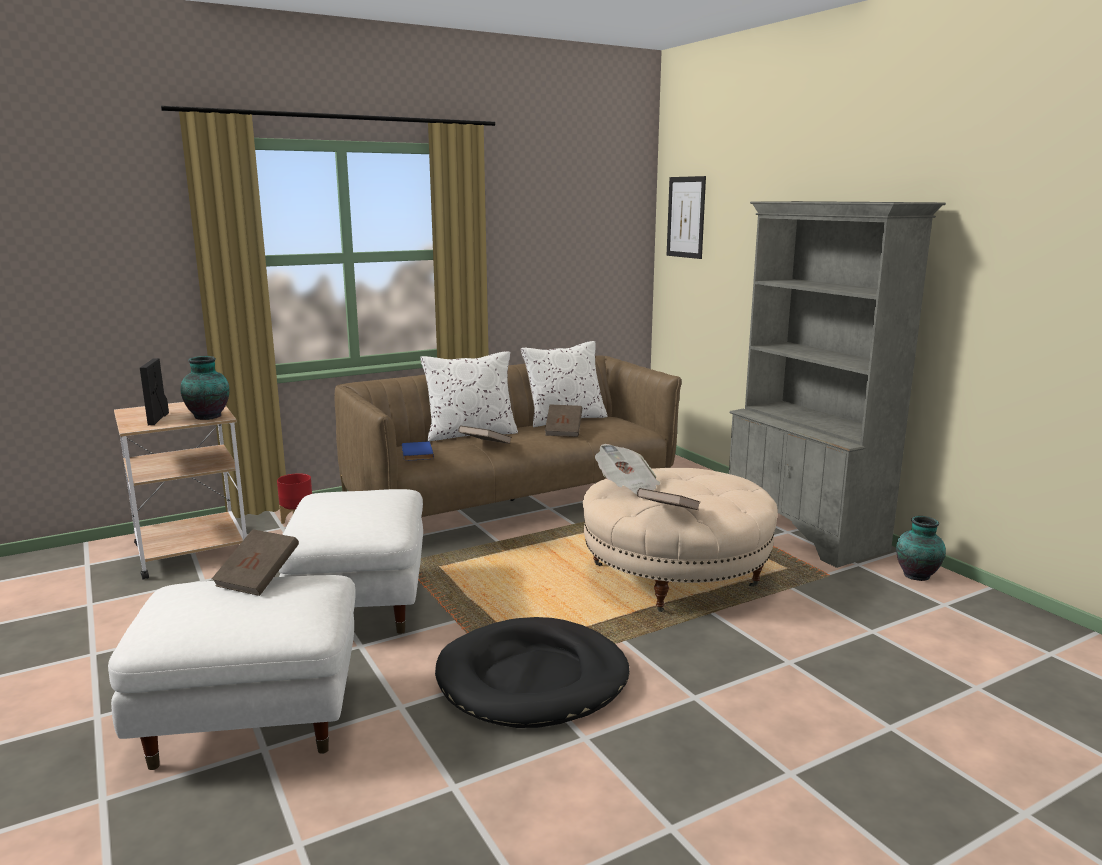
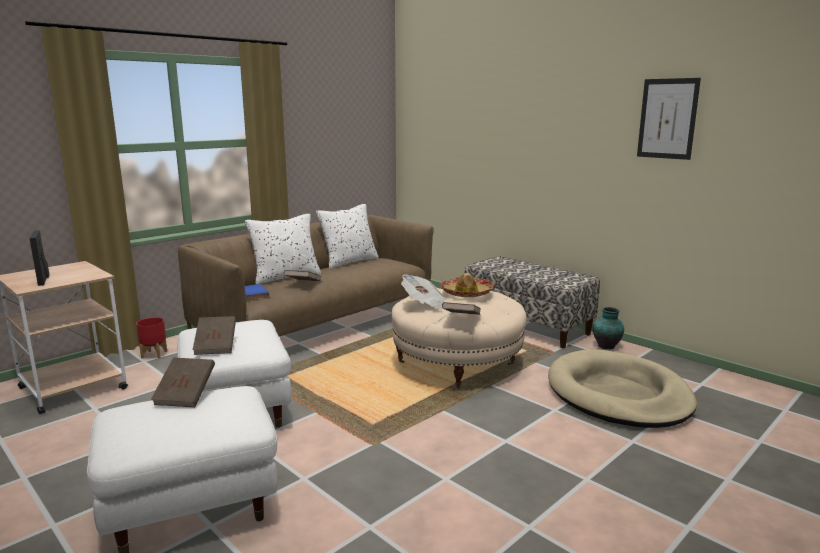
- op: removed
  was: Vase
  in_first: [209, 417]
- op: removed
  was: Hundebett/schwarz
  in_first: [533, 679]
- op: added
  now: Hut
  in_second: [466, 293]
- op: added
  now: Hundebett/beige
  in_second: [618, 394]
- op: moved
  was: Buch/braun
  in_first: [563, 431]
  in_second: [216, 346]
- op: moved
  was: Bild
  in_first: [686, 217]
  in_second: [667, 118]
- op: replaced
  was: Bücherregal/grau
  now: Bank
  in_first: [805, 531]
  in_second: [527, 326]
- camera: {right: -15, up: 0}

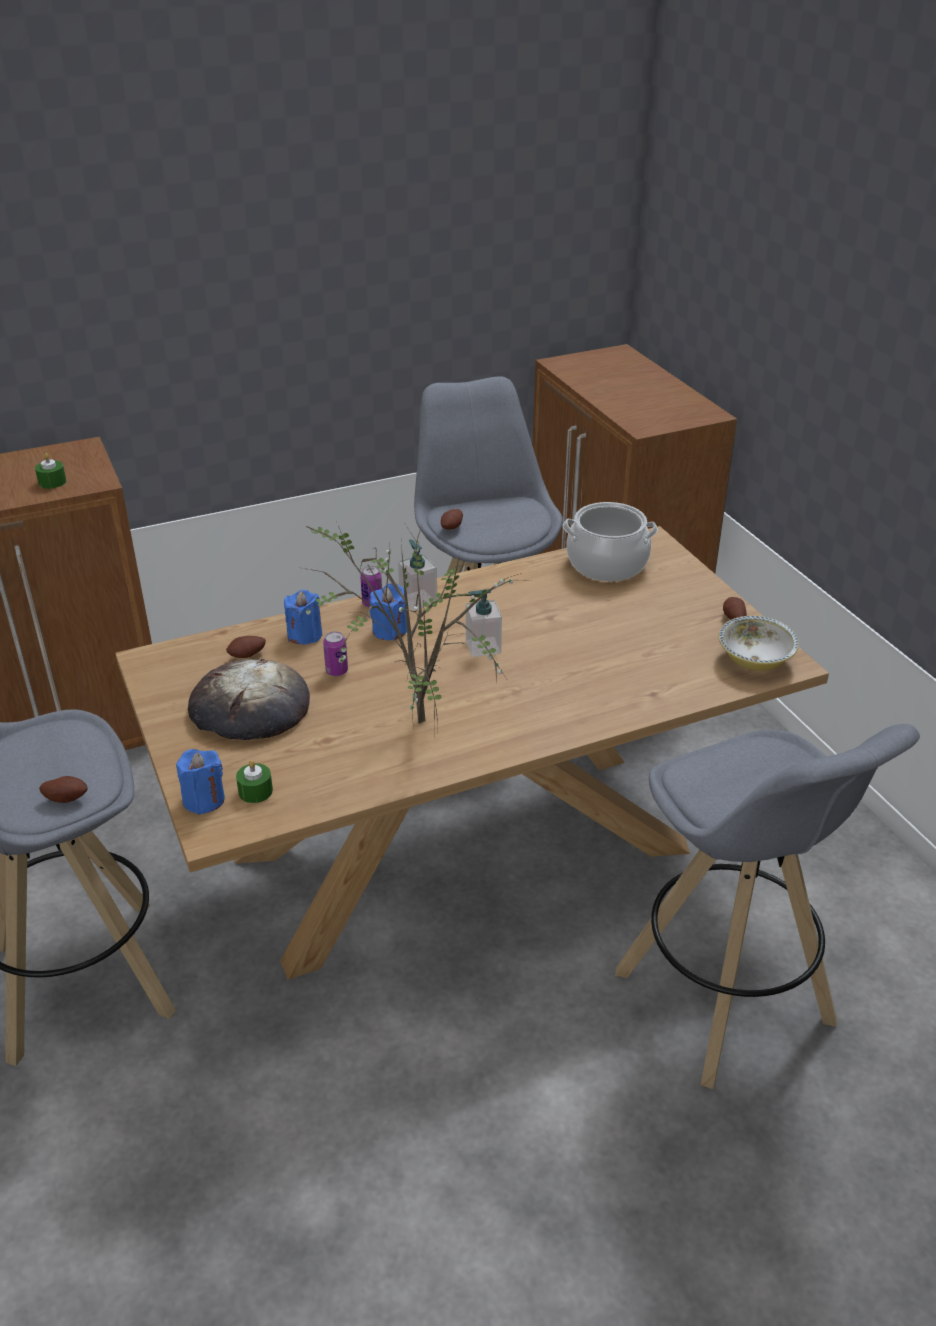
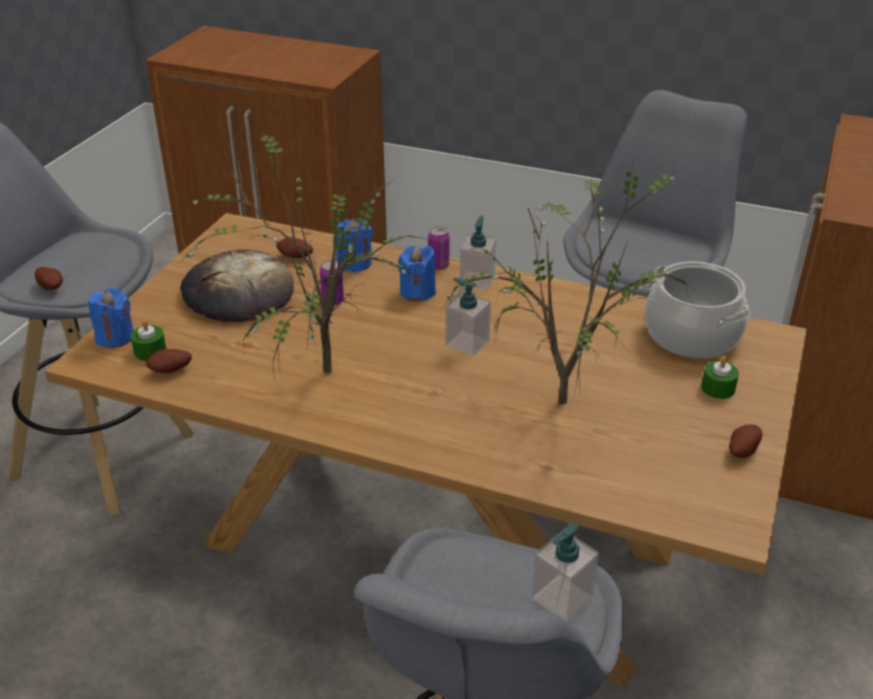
- op: removed
  was: Schüssel
  in_first: [754, 660]
- op: added
  now: Topfpflanze
  in_second: [562, 397]
- op: added
  now: Seifenspender
  in_second: [562, 598]
- op: moved
  was: Kerze/grün
  in_first: [52, 482]
  in_second: [718, 388]
- op: moved
  was: Kartoffel
  in_first: [452, 528]
  in_second: [171, 371]
- camera: {right: 45, up: 0}

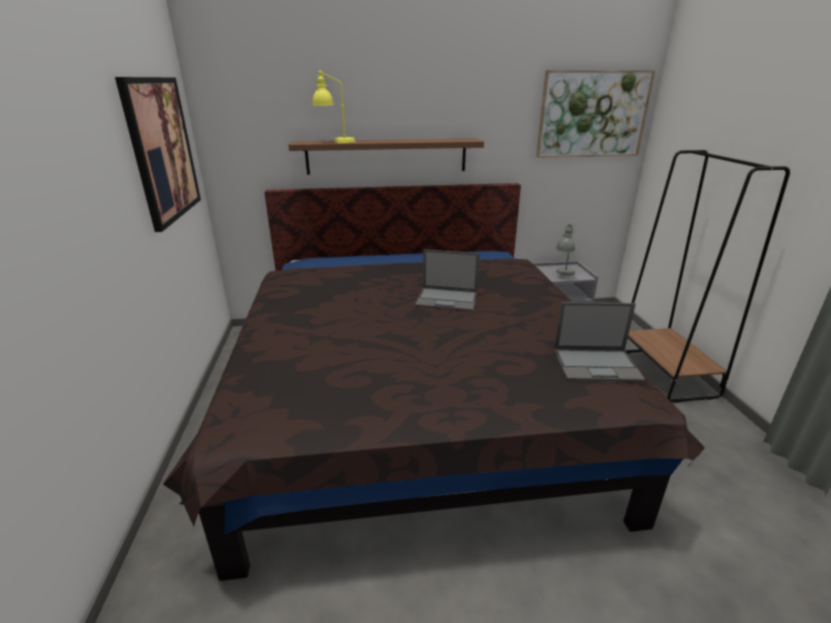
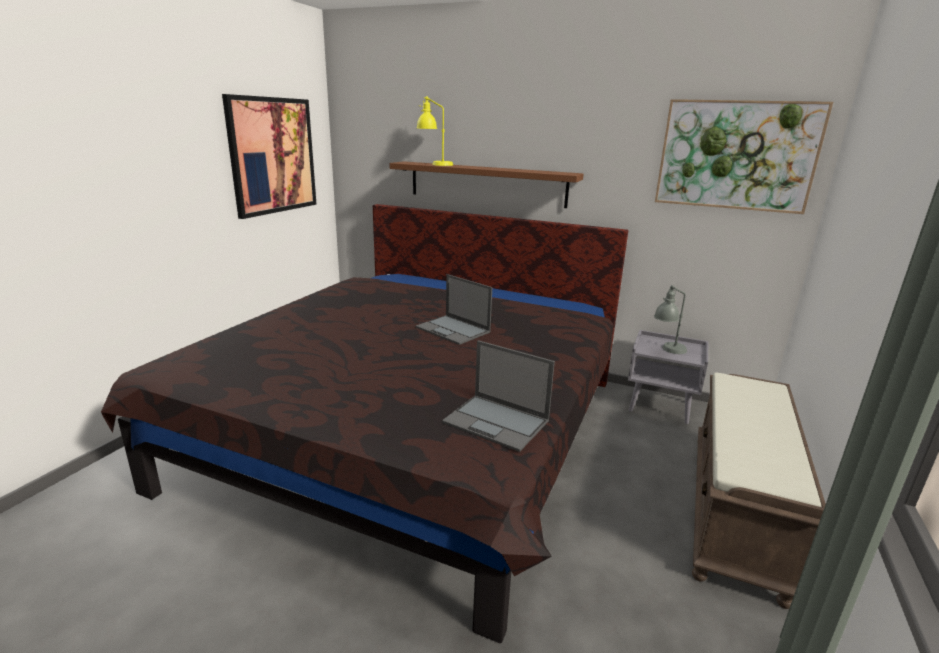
- op: replaced
  was: Kleiderständer
  now: Bank/braun
  in_first: [665, 374]
  in_second: [736, 510]
- camera: {right: 30, up: -5}

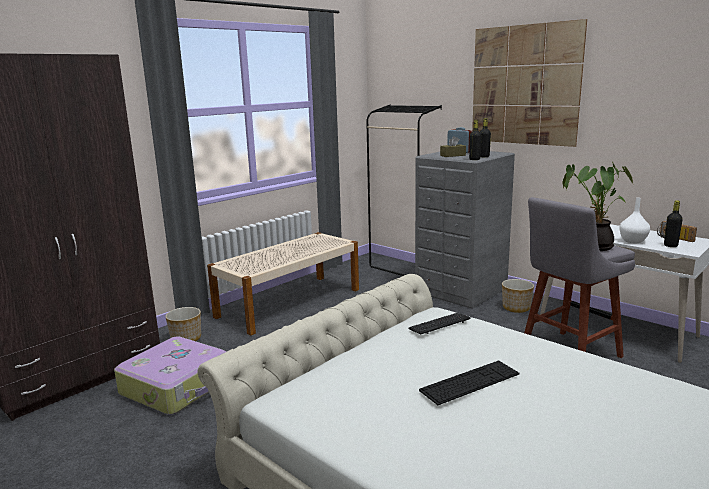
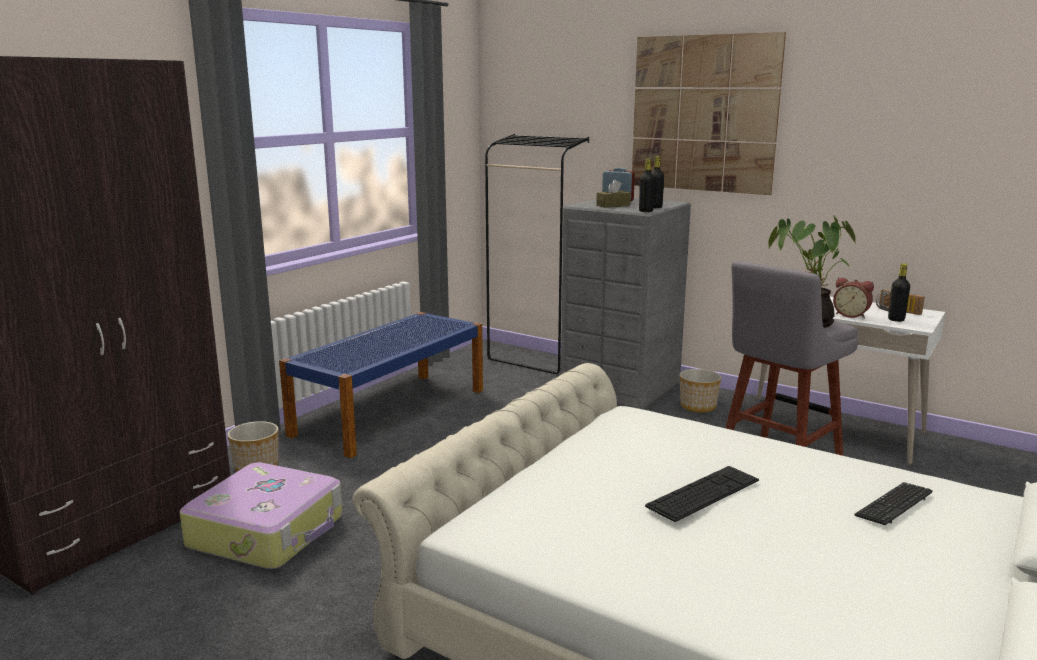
- op: moved
  was: Tastatur
  in_first: [439, 325]
  in_second: [894, 505]
- op: replaced
  was: Vase/weiß
  now: Wecker
  in_first: [633, 241]
  in_second: [851, 315]
- op: recoloured
  was: Bank/beige
  now: Bank/blau
  in_first: [289, 303]
  in_second: [390, 412]
- camera: {right: -10, up: 0}

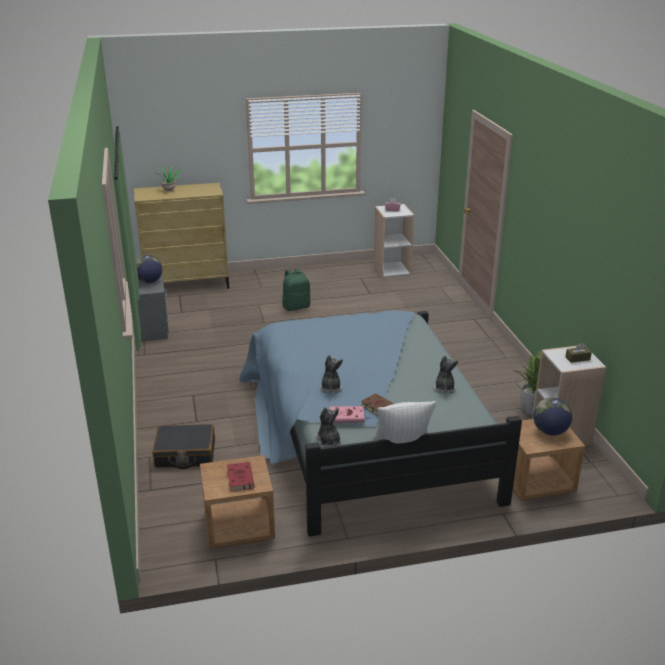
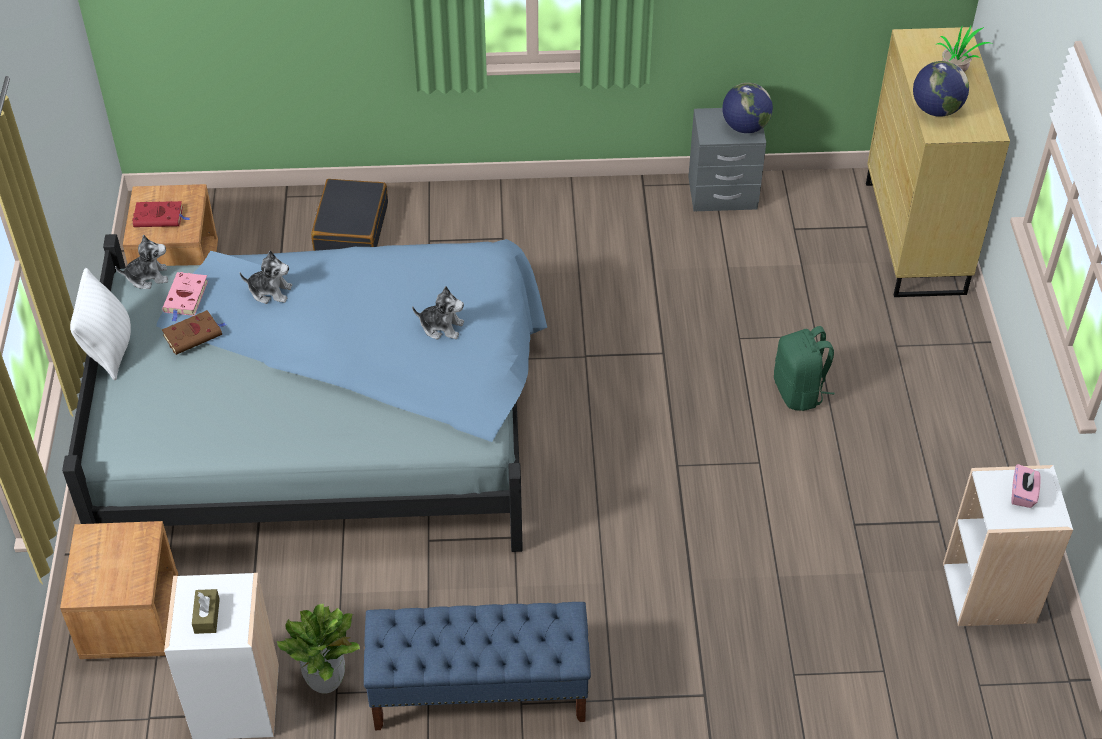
- op: added
  now: Bank/blau
  in_second: [478, 692]
- op: moved
  was: Plüschtier
  in_first: [444, 388]
  in_second: [441, 327]
- op: moved
  was: Globus
  in_first: [550, 432]
  in_second: [936, 110]
- camera: {right: 100, up: 20}

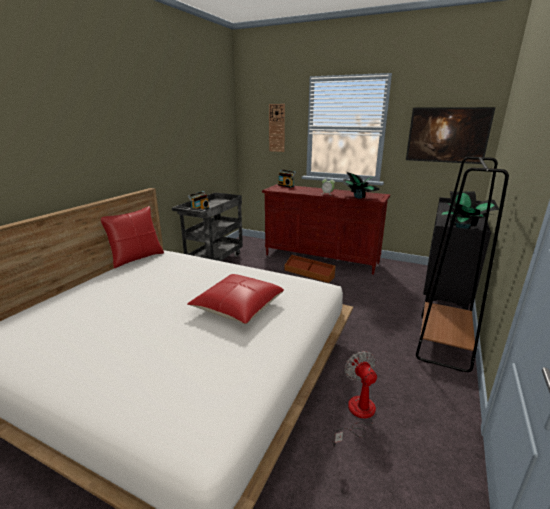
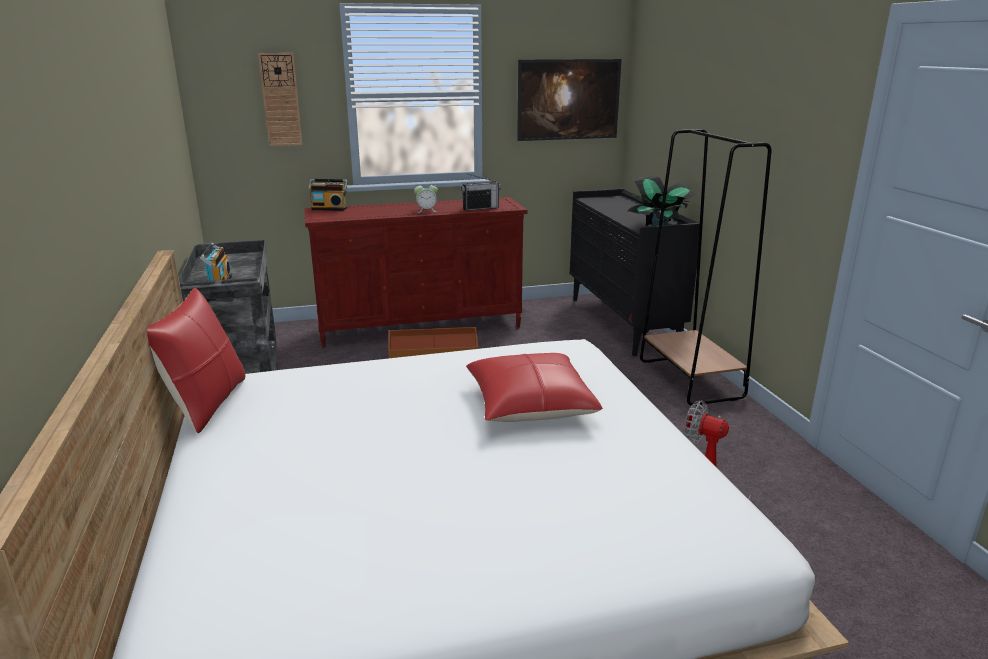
- op: replaced
  was: Topfpflanze
  now: Radio
  in_first: [358, 197]
  in_second: [480, 208]
- camera: {right: -40, up: 0}

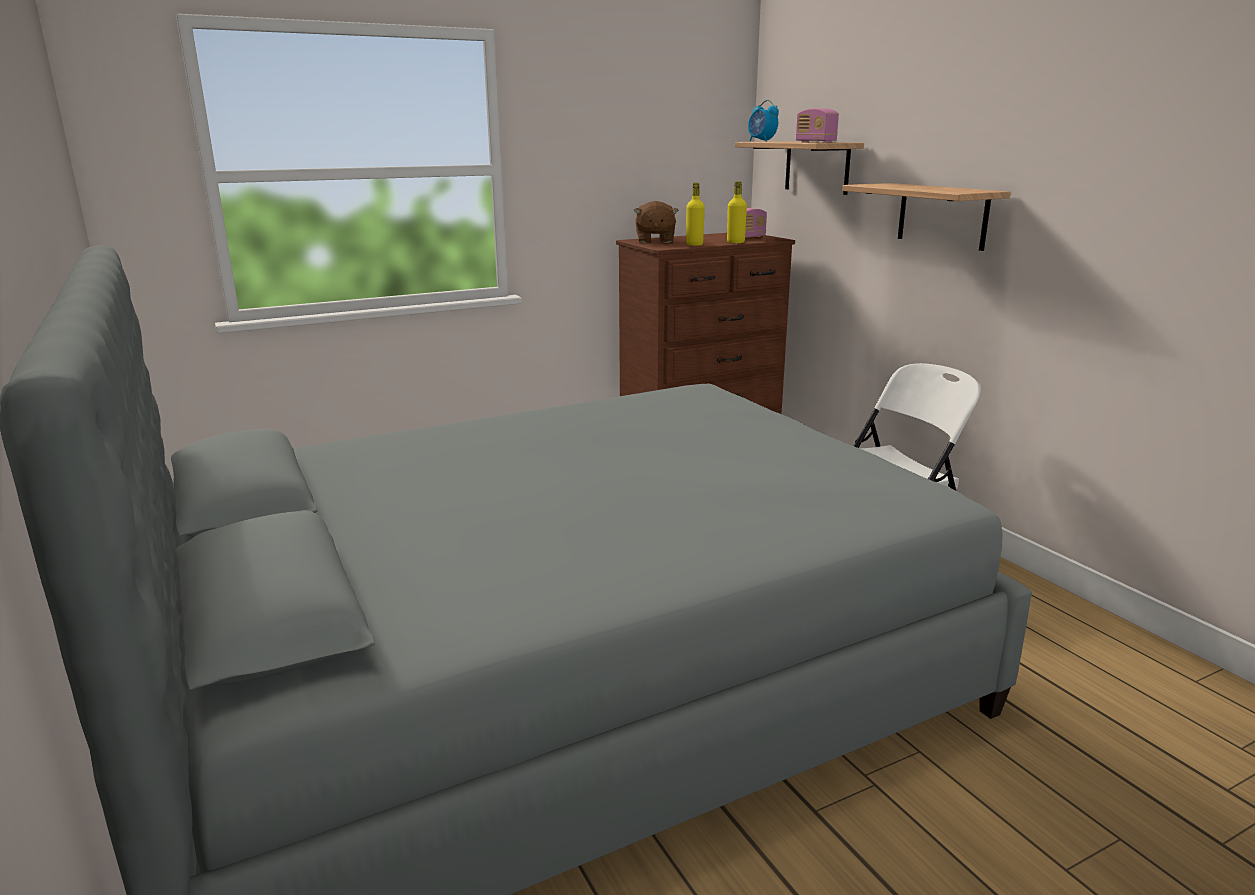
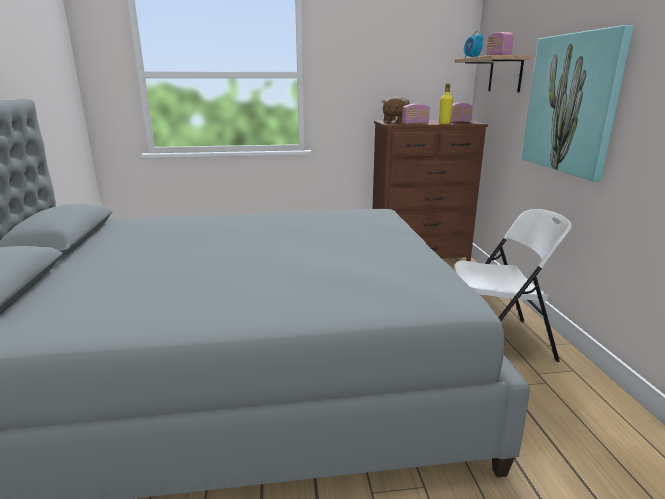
- op: replaced
  was: Flasche/gelb
  now: Radio
  in_first: [694, 244]
  in_second: [415, 123]
- op: replaced
  was: Wandregal
  now: Bild
  in_first: [942, 215]
  in_second: [571, 104]
- camera: {right: 20, up: 0}

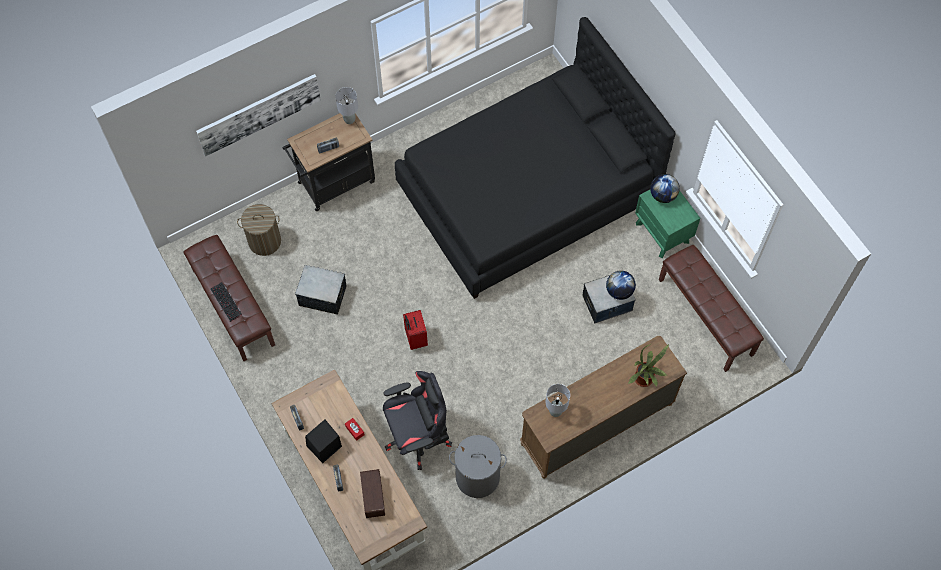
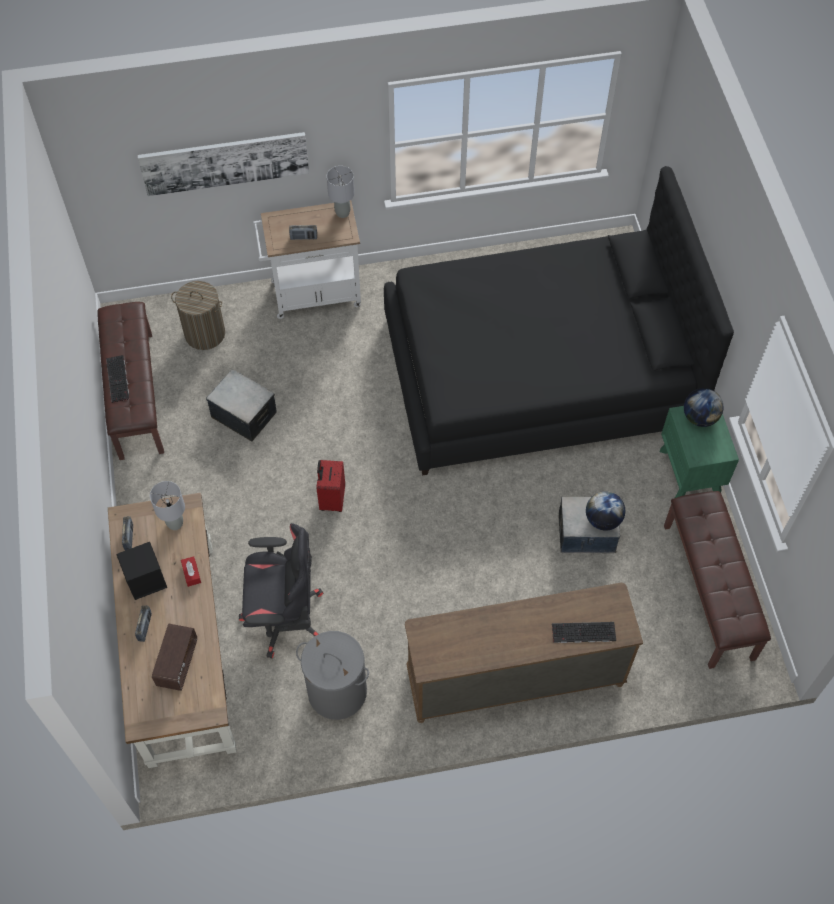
- op: moved
  was: Tischlampe/grau
  in_first: [555, 412]
  in_second: [175, 524]
- op: replaced
  was: Topfpflanze
  now: Tastatur
  in_first: [645, 380]
  in_second: [583, 633]
- op: recoloured
  was: Rollwagen/schwarz
  now: Rollwagen/weiß
  in_first: [334, 183]
  in_second: [313, 294]
- camera: {right: 20, up: -5}

